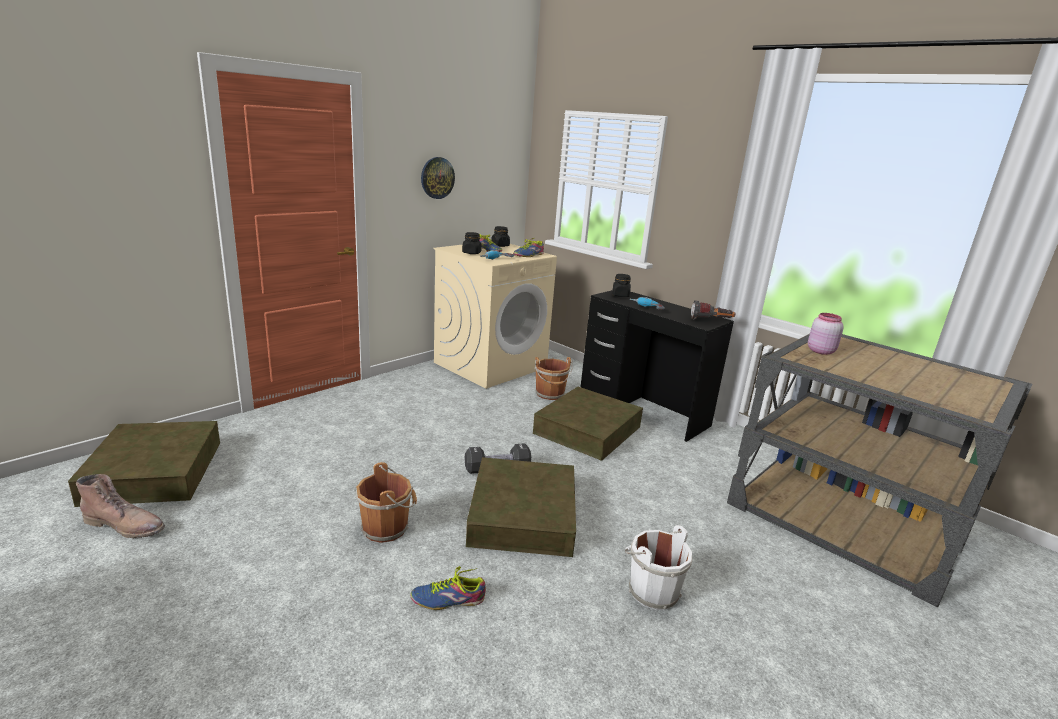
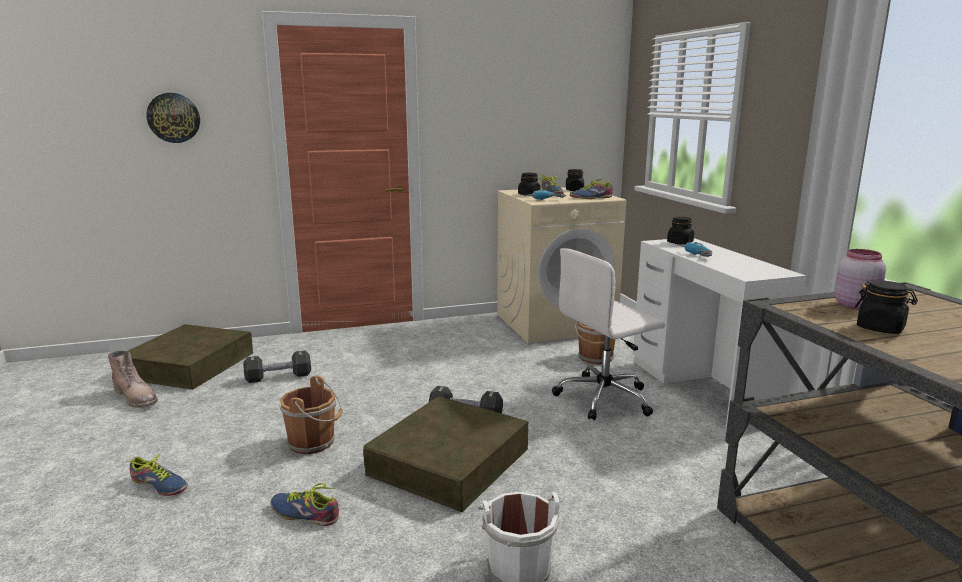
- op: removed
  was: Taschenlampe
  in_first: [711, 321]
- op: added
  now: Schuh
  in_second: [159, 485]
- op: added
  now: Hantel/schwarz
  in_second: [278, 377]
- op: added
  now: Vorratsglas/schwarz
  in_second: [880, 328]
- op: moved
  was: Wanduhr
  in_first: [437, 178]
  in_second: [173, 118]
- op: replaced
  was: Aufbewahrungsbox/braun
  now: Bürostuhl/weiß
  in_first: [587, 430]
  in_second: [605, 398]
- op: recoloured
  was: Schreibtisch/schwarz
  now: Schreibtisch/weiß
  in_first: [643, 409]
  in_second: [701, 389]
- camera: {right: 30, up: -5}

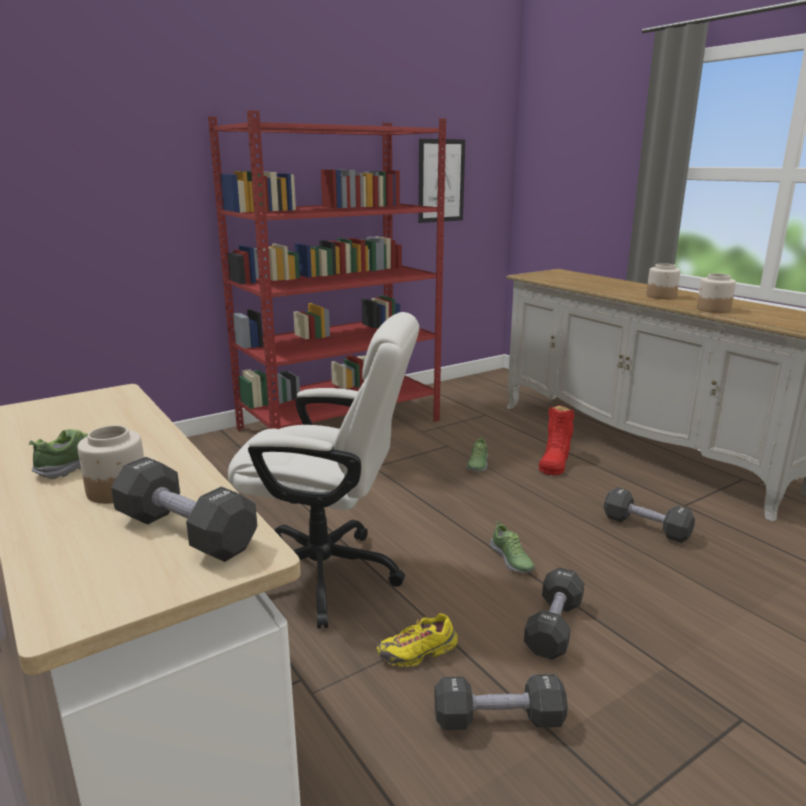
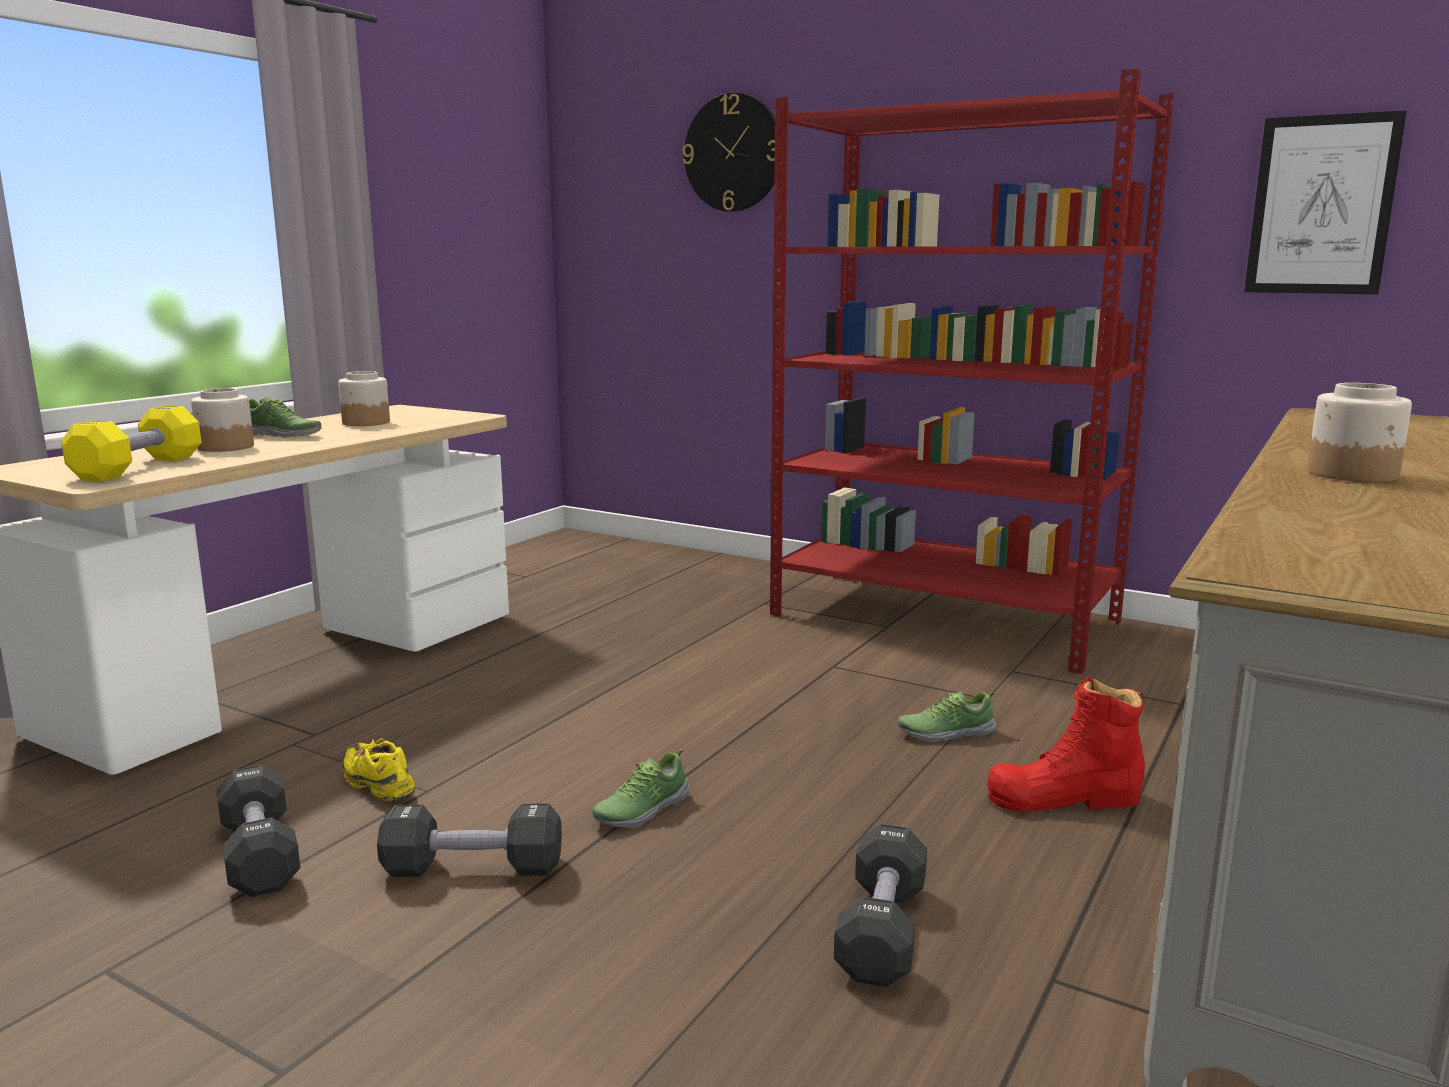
- op: removed
  was: Bürostuhl/weiß
  in_first: [330, 576]
- op: added
  now: Wanduhr
  in_second: [733, 153]
- op: moved
  was: Vorratsglas
  in_first: [713, 309]
  in_second: [365, 422]
- op: recoloured
  was: Hantel/schwarz
  now: Hantel/gelb
  in_first: [186, 532]
  in_second: [139, 468]
- camera: {right: 65, up: -5}

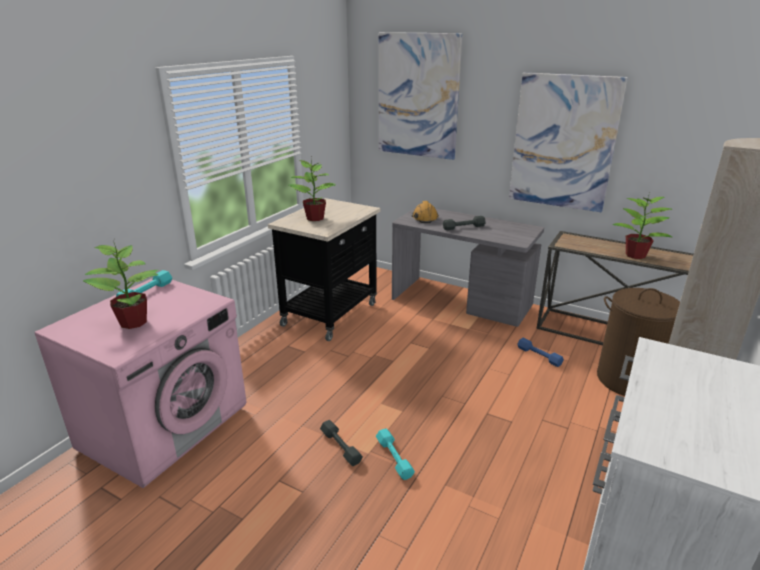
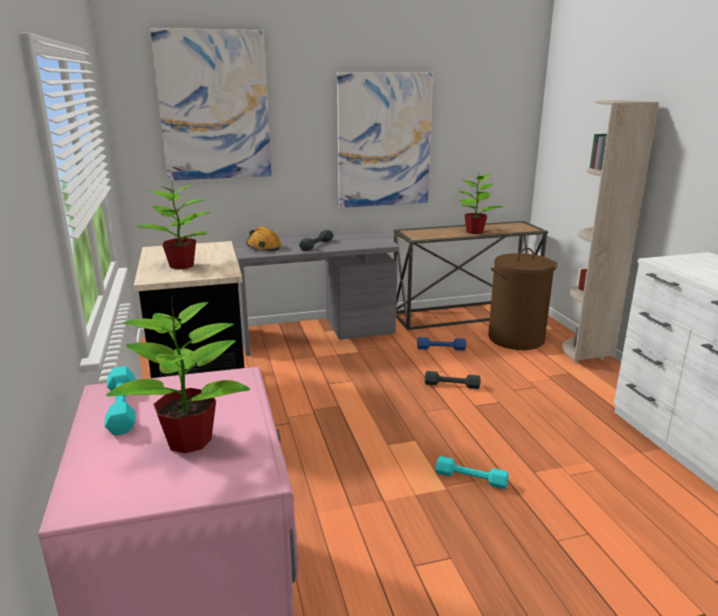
- op: moved
  was: Hantel/grau
  in_first: [341, 447]
  in_second: [452, 385]
- camera: {right: -45, up: -5}

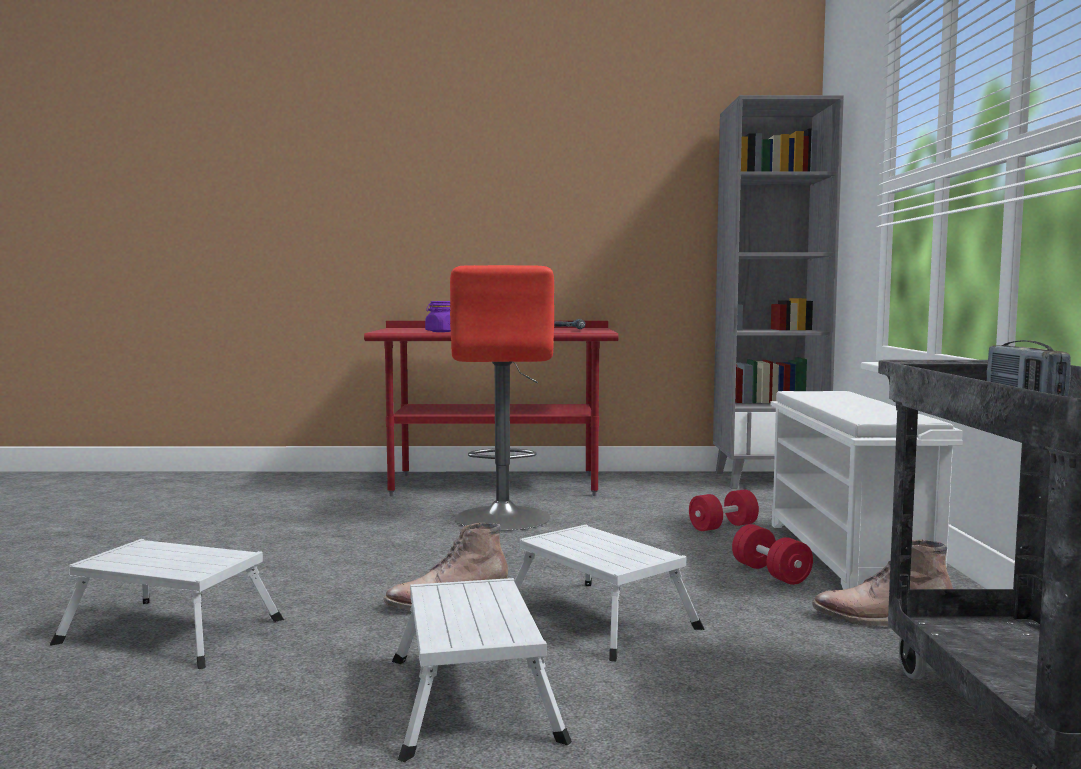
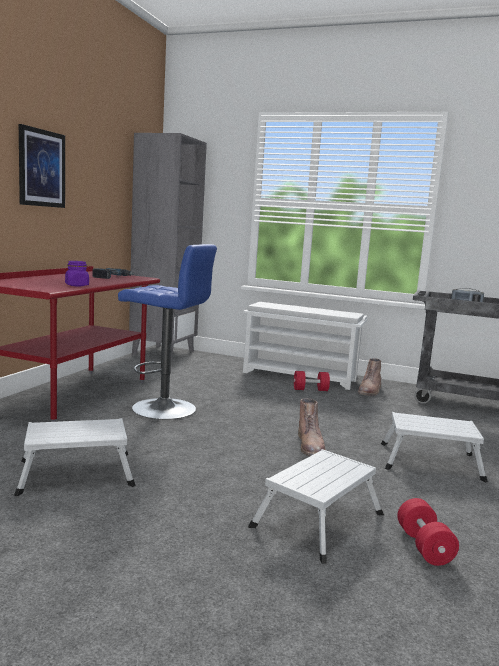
- op: added
  now: Bild
  in_second: [41, 168]
- op: moved
  was: Trittleiter/weiß
  in_first: [600, 618]
  in_second: [77, 473]
- op: moved
  was: Hantel/rot
  in_first: [723, 527]
  in_second: [424, 546]
- op: recoloured
  was: Hocker/rot
  now: Hocker/blau
  in_first: [501, 519]
  in_second: [164, 409]
- camera: {right: -70, up: 5}

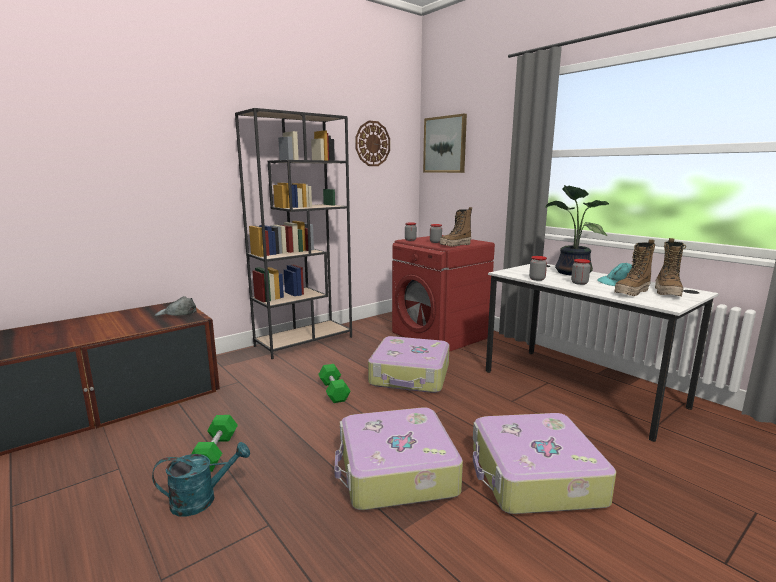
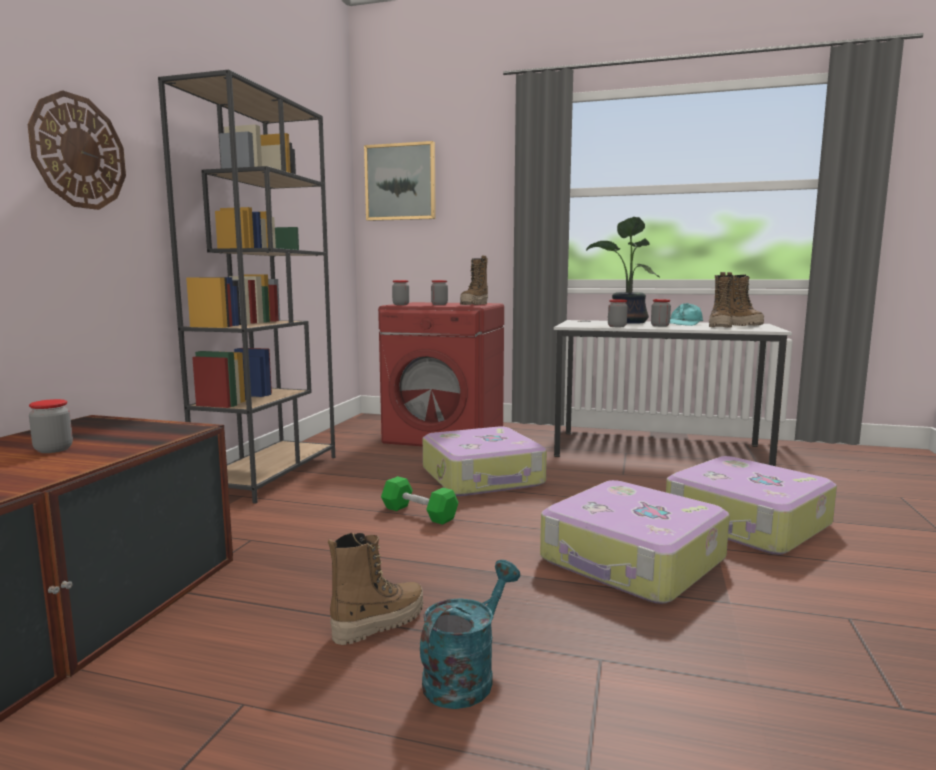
- op: removed
  was: Kappe/grau
  in_first: [176, 313]
- op: added
  now: Vorratsglas
  in_second: [53, 449]
- op: moved
  was: Wanduhr
  in_first: [372, 143]
  in_second: [78, 152]
- op: replaced
  was: Hantel/grün
  now: Stiefel
  in_first: [215, 452]
  in_second: [379, 623]
- camera: {right: -35, up: -5}

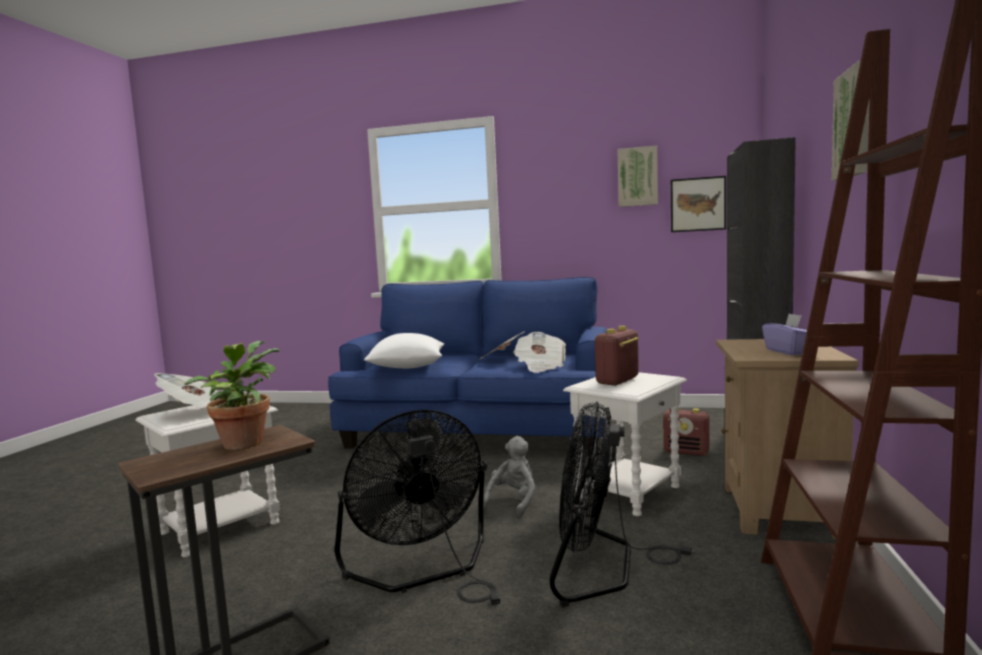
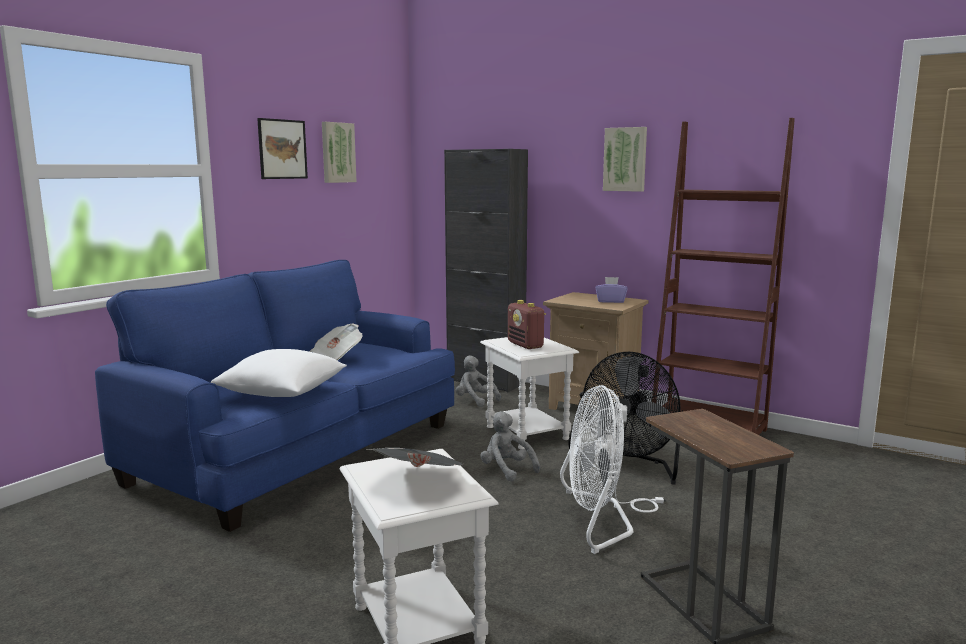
- op: removed
  was: Topfpflanze
  in_first: [243, 442]
- op: removed
  was: Zeitung
  in_first: [540, 367]
- op: moved
  was: Bild
  in_first: [698, 204]
  in_second: [282, 149]
- op: replaced
  was: Radio
  now: Plüschtier/grau
  in_first: [686, 452]
  in_second: [475, 400]
- op: recoloured
  was: Ventilator/schwarz
  now: Ventilator/weiß
  in_first: [431, 570]
  in_second: [604, 517]
- camera: {right: -70, up: 5}

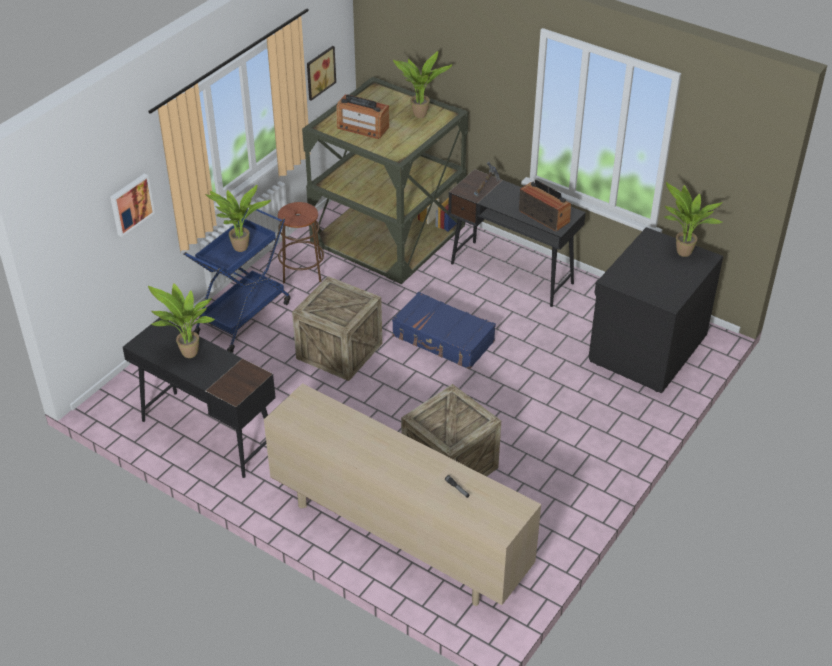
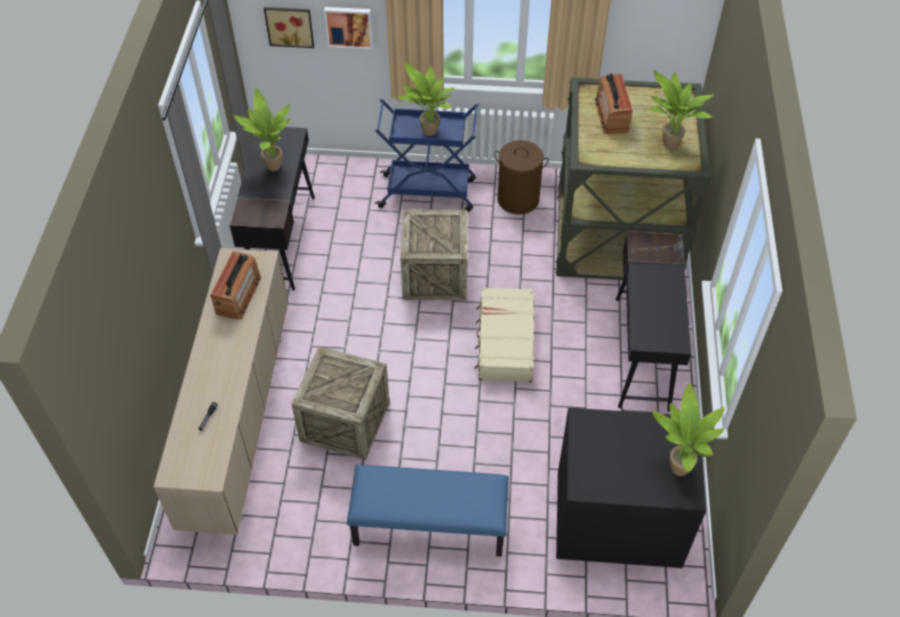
- op: added
  now: Bank/blau
  in_second: [429, 526]
- op: moved
  was: Bild
  in_first: [319, 72]
  in_second: [290, 25]
- op: moved
  was: Radio
  in_first: [544, 216]
  in_second: [238, 295]
- op: replaced
  was: Hocker/braun
  now: Wäschekorb/braun
  in_first: [302, 270]
  in_second: [518, 199]
- op: recoloured
  was: Koffer/blau
  now: Koffer/beige
  in_first: [443, 339]
  in_second: [505, 341]
- camera: {right: 60, up: 10}

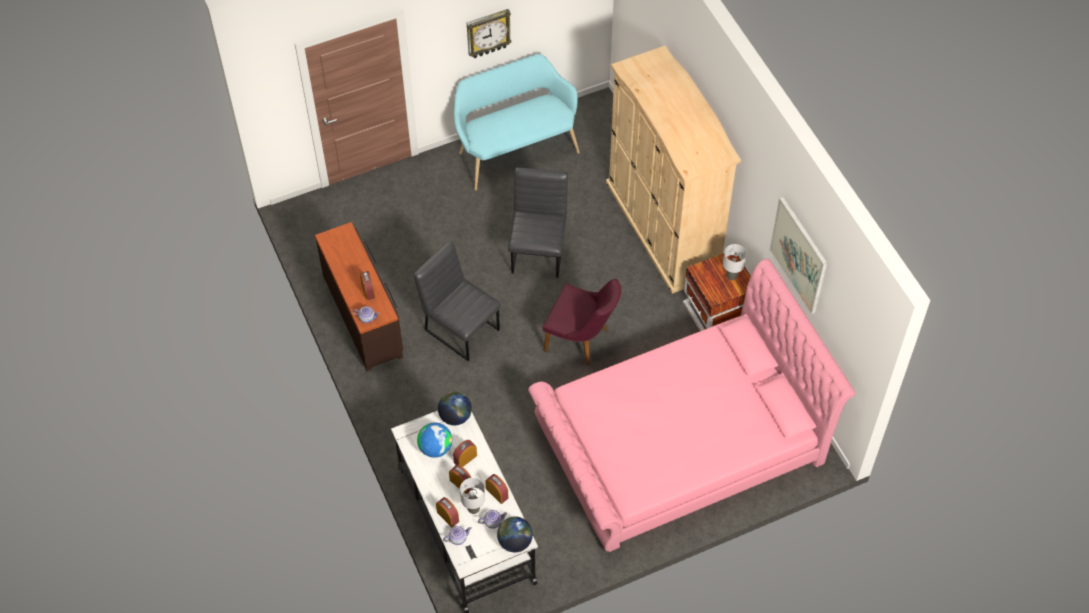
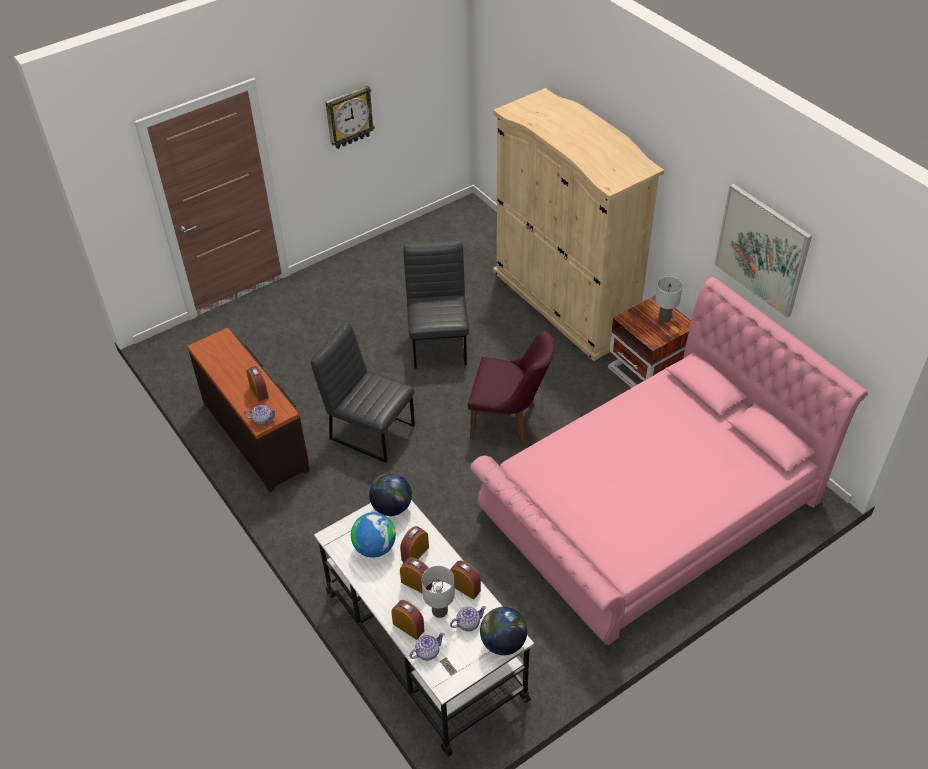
- op: removed
  was: Bank/türkis
  in_first: [515, 150]
- camera: {right: -10, up: -10}

